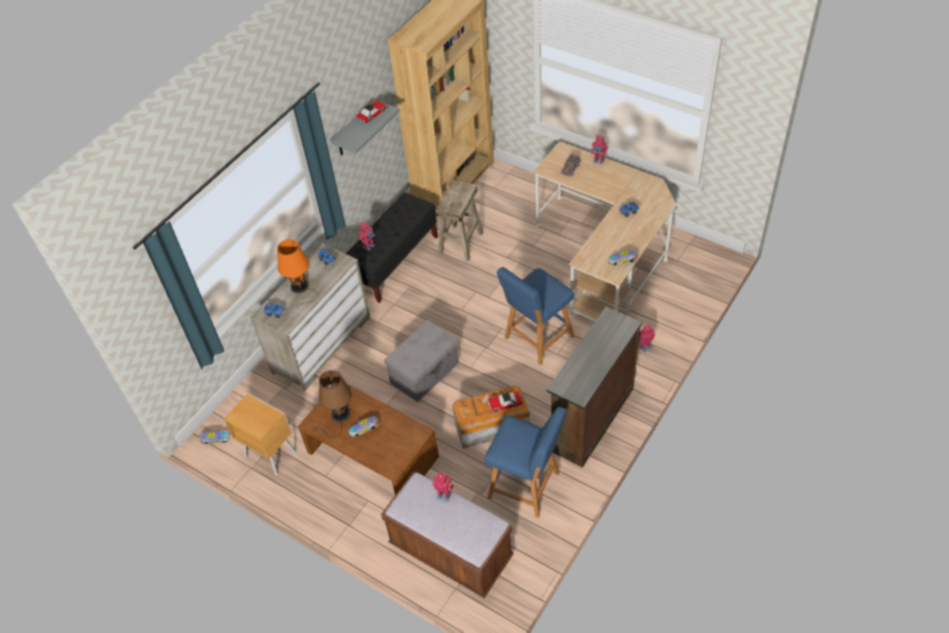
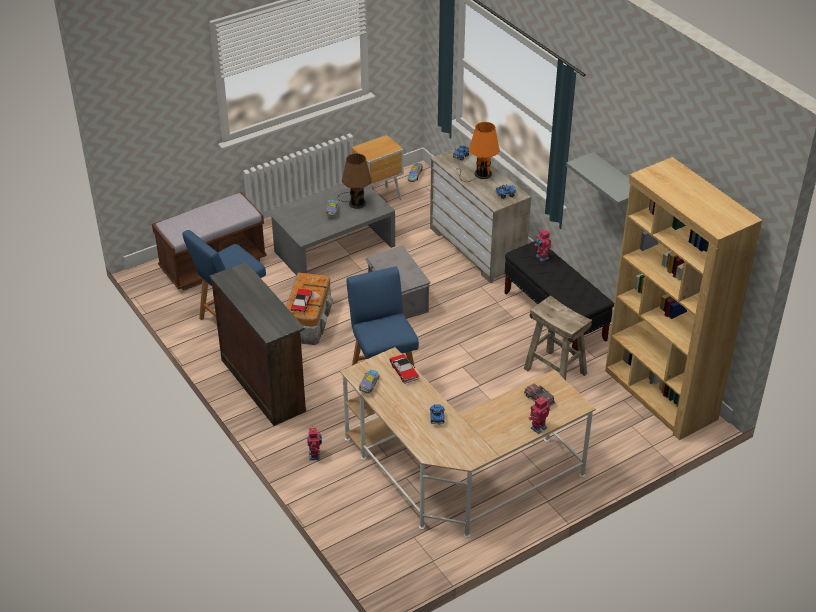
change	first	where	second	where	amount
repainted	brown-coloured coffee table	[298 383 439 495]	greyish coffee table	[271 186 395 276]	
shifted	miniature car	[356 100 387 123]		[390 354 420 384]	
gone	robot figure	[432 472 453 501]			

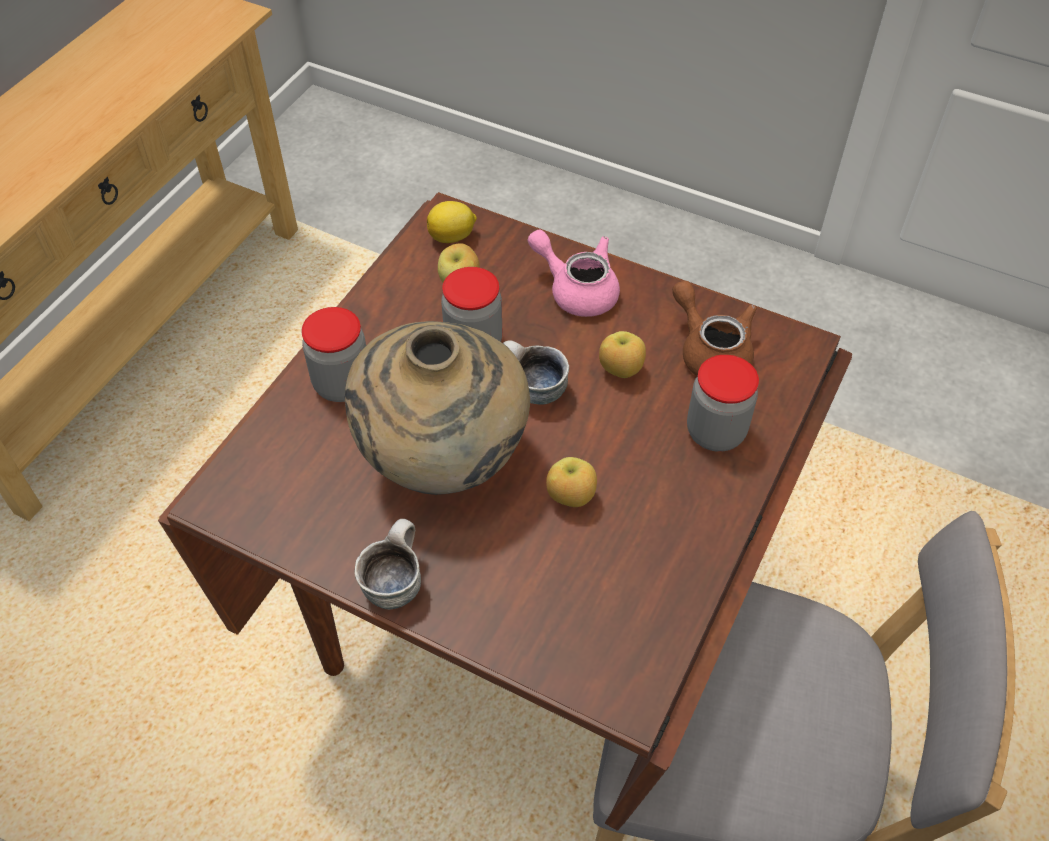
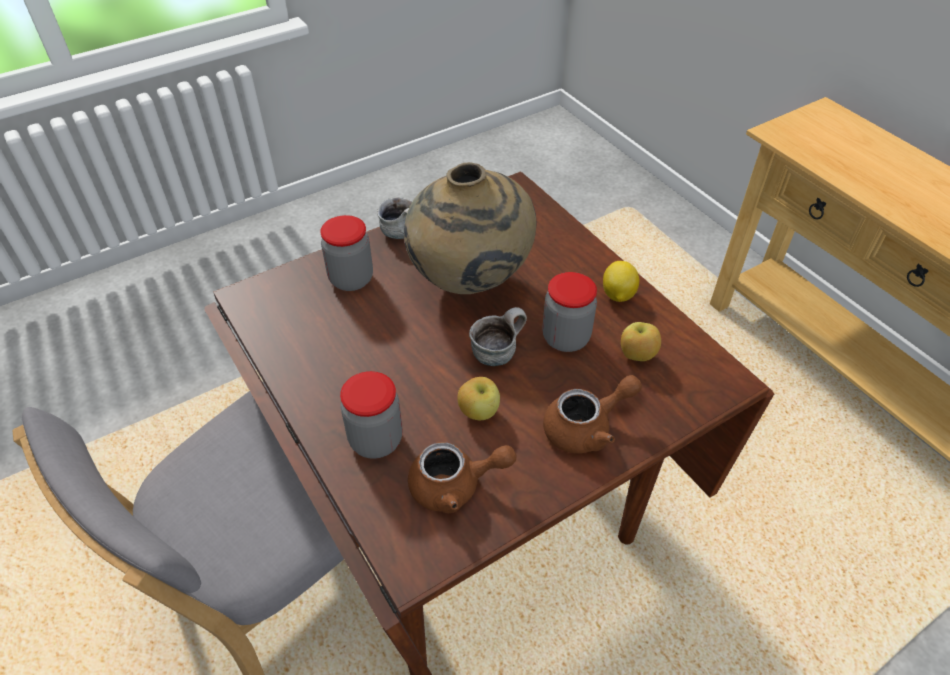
change	first	where	second	where	amount
shifted	preserve jar	[301 307 366 402]		[320 215 373 291]	
repainted	pink-coloured tea pot	[527 229 620 317]	brown-coloured tea pot	[543 375 642 454]	
shifted	citrus fruit	[427 201 477 243]		[603 261 639 302]	
gone	apple fruit	[546 457 597 507]			

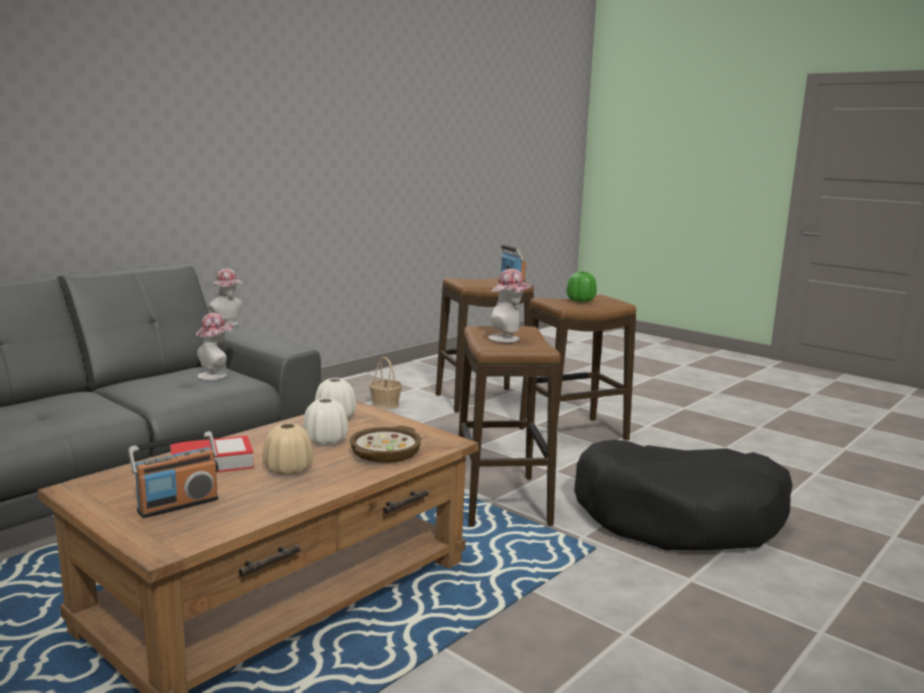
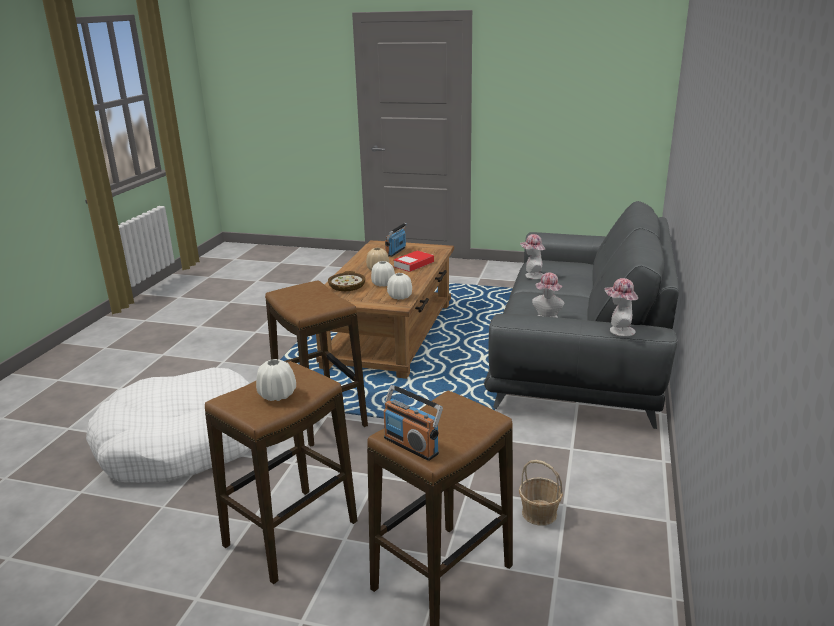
change	first	where	second	where	amount
repainted	blackish pet bed	[574 440 793 550]	white pet bed	[86 368 250 483]	
repainted	greenish flower vase	[567 272 597 302]	white flower vase	[256 359 296 401]	
shifted	wearable hat	[488 269 533 342]		[520 234 545 279]	

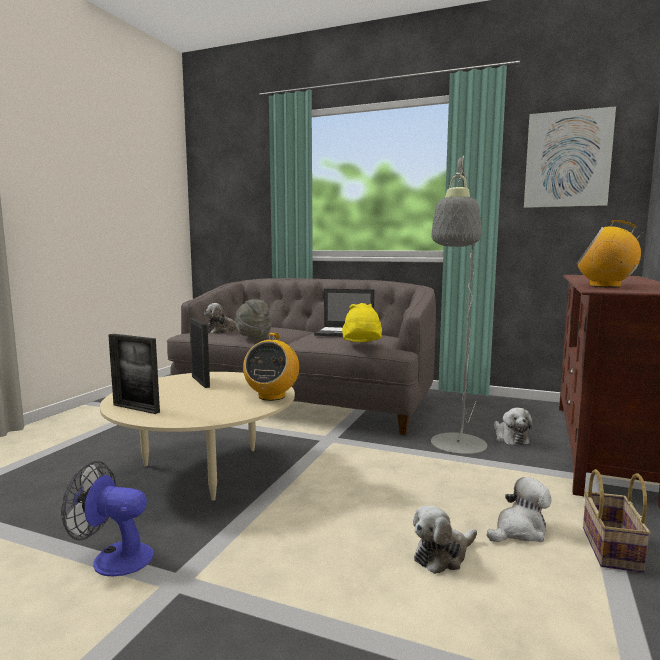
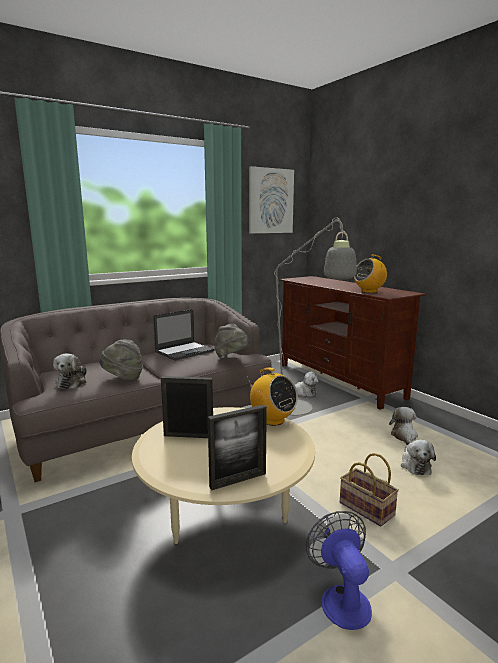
change	first	where	second	where	amount
repainted	yellow wearable hat	[342 303 382 342]	greyish wearable hat	[214 324 250 357]	
rotated	electric fan	[61 461 154 576]		[306 511 372 630]	120 degrees clockwise
shifted	basket	[583 469 651 573]		[340 453 399 527]	

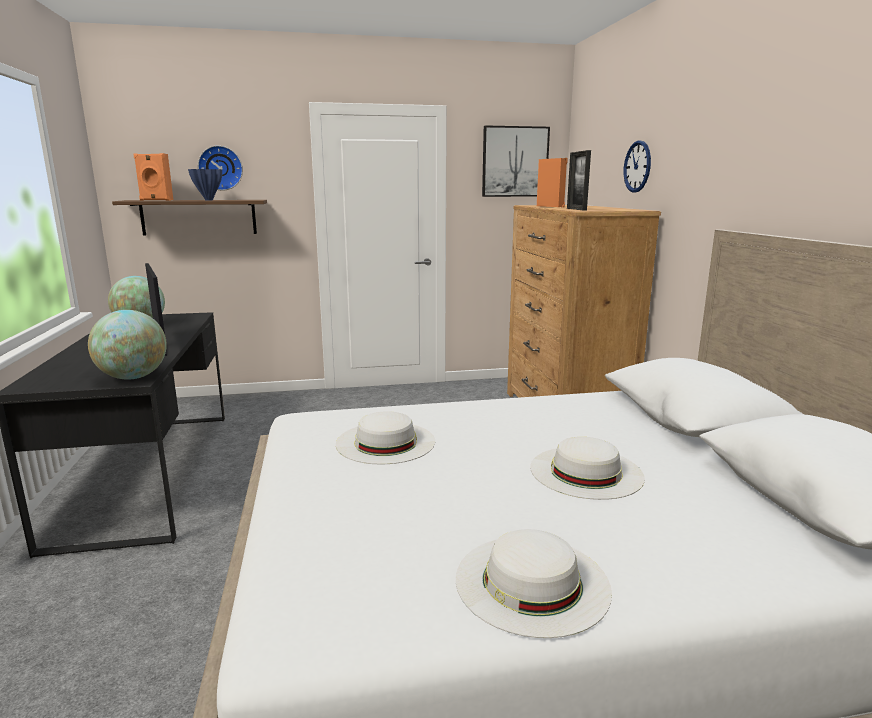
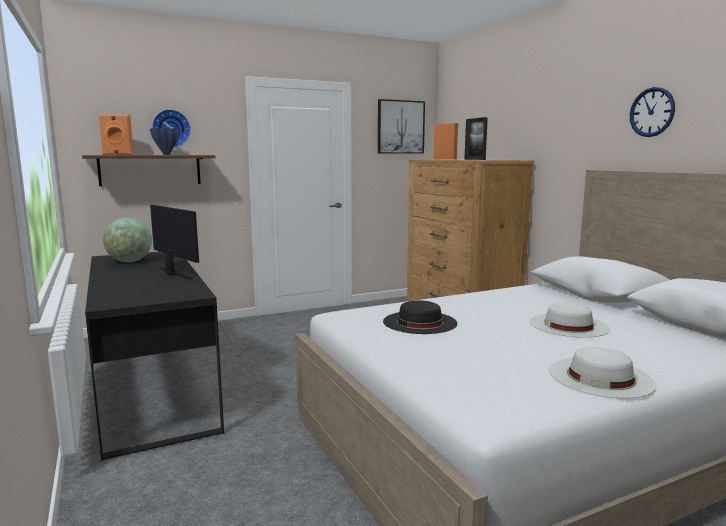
change	first	where	second	where	amount
repainted	white wearable hat	[336 411 435 464]	blackish wearable hat	[383 300 457 334]	
shifted	hanging clock	[624 140 651 193]		[630 87 675 137]	
gone	world globe	[88 310 167 380]			

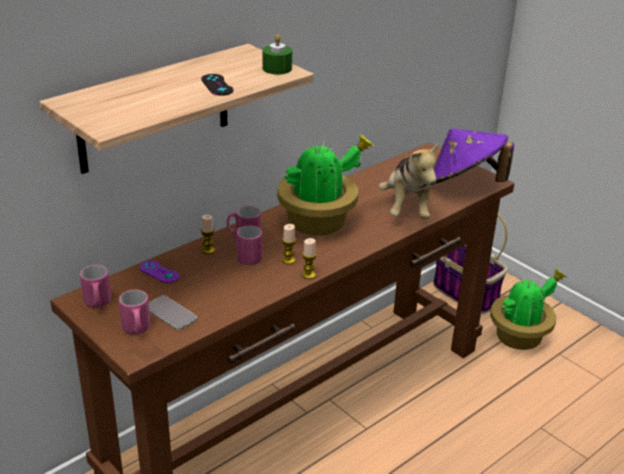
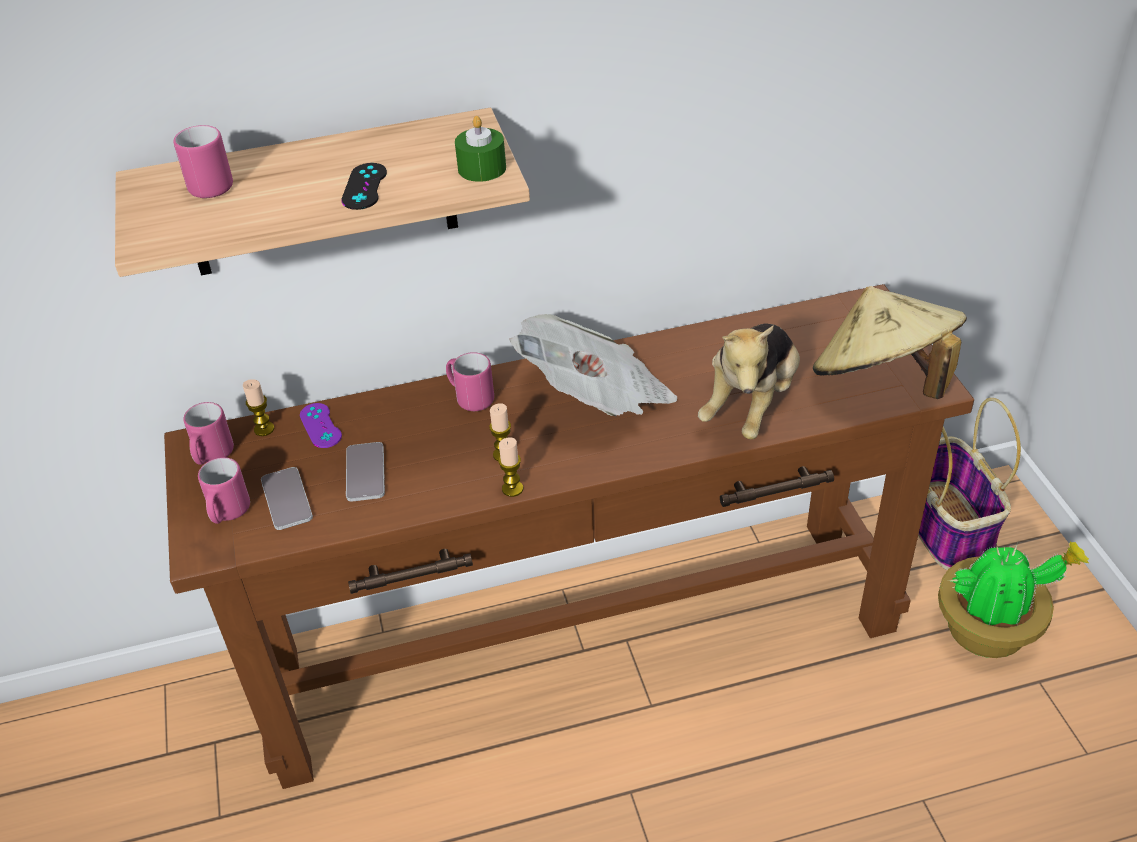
change	first	where	second	where	amount
shifted	pink-coloured coffee mug	[234 225 262 265]		[174 125 233 198]	
shifted	wax candle	[201 215 215 254]		[243 379 274 436]	
new			handset	[346 442 385 502]	
swapped	potted plant	[277 134 374 236]	printed paper	[509 314 677 417]	
repainted	purplish wearable hat	[434 128 514 184]	beige wearable hat	[813 286 967 399]	

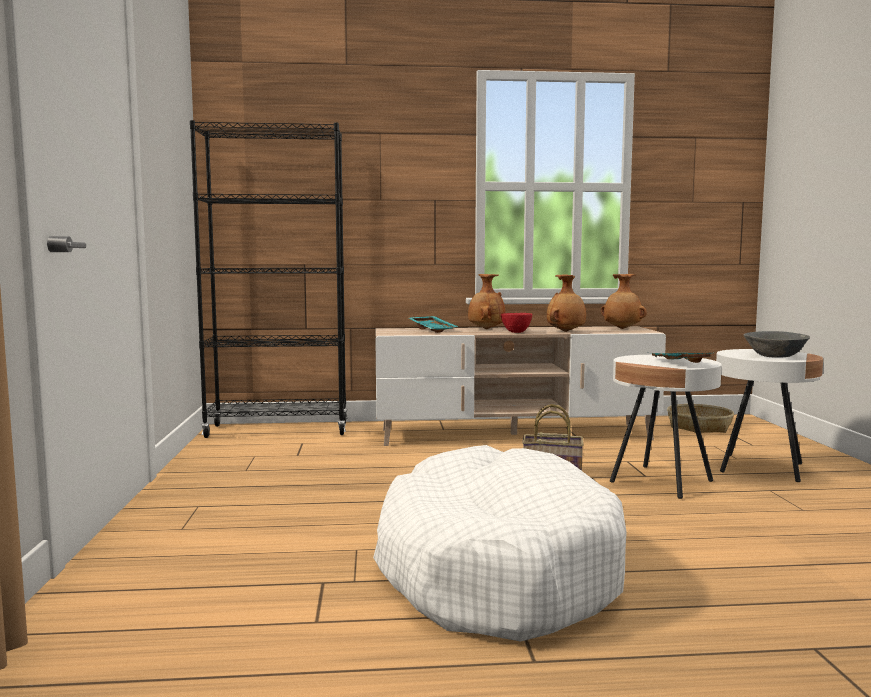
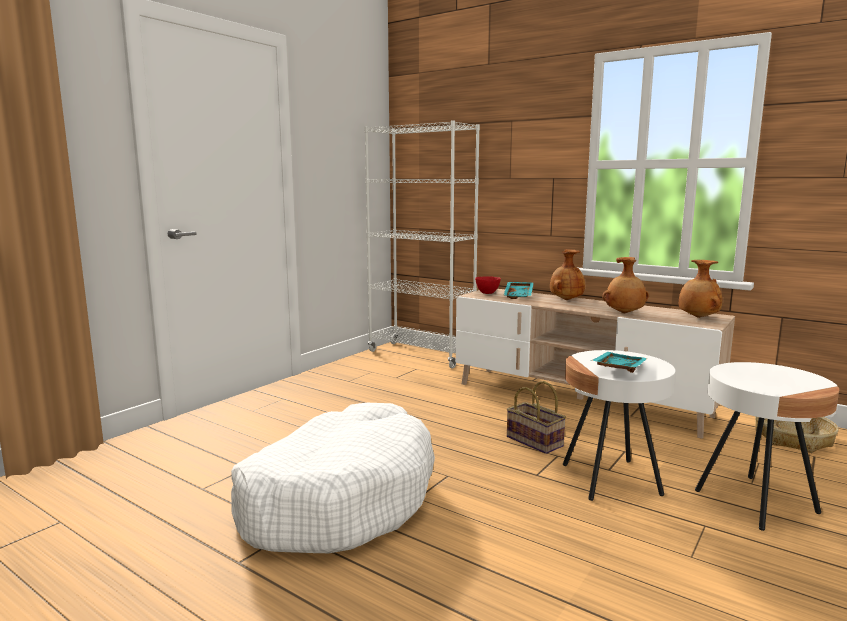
change	first	where	second	where	amount
repainted	blackish shelving unit	[190 120 348 438]	white shelving unit	[364 120 480 369]	
shifted	red-coloured serving bowl	[501 313 532 333]		[475 276 501 294]	
gone	greyish serving bowl	[743 331 810 358]			

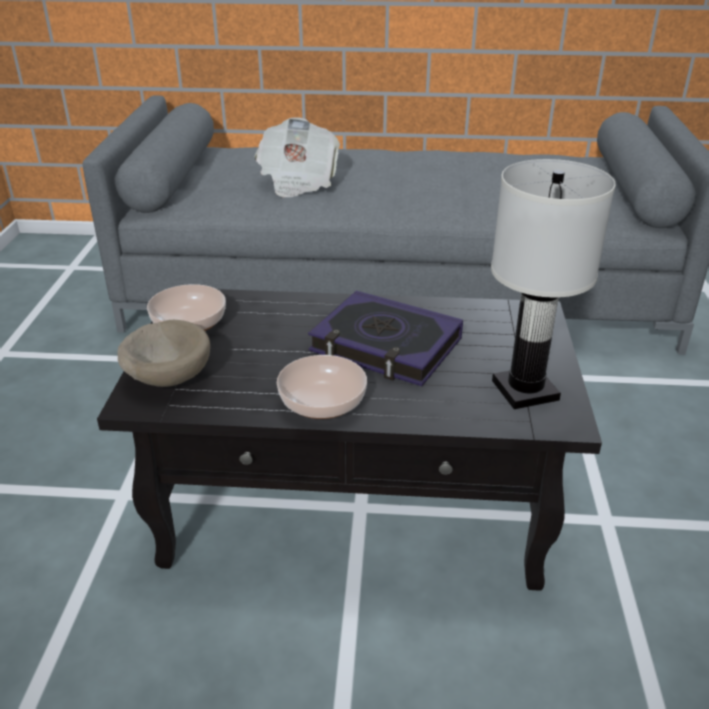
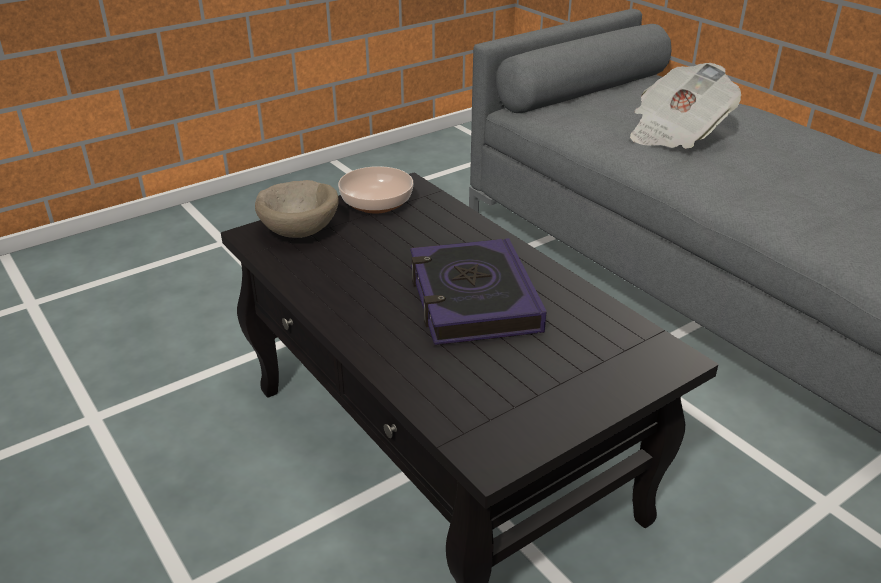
change	first	where	second	where	amount
gone	serving bowl	[277 355 367 419]			
gone	white lamp for a table	[491 159 616 409]			

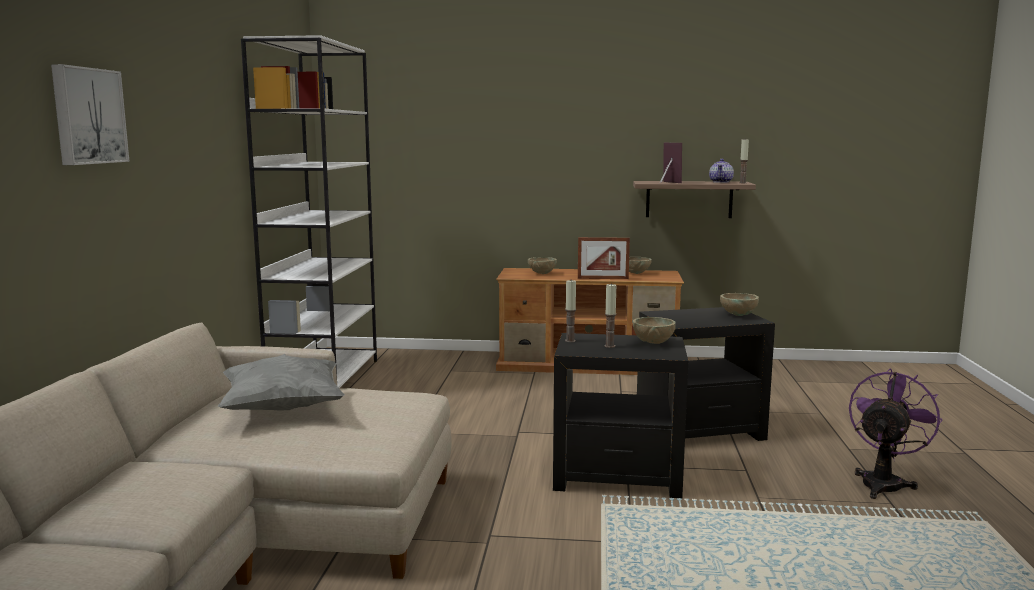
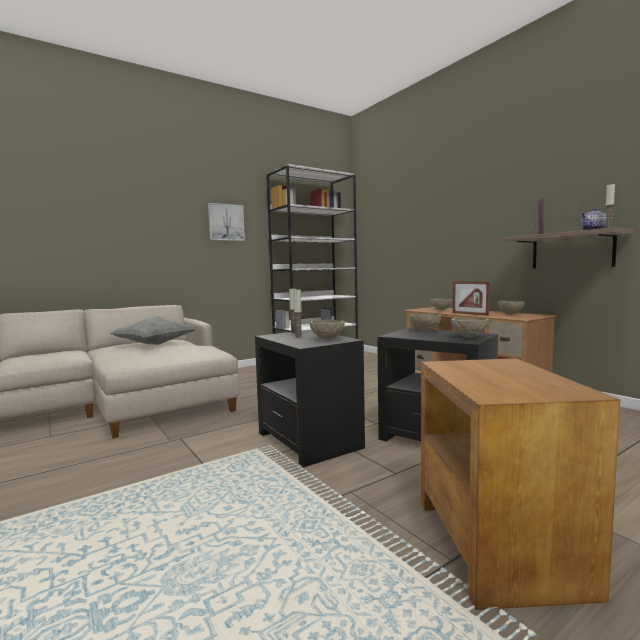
change	first	where	second	where	amount
shifted	picture	[51 64 130 165]		[208 203 245 241]	
new			beige serving bowl	[410 313 441 331]	
swapped	purplish electric fan	[849 369 942 499]	brown-coloured end table	[421 358 620 610]	

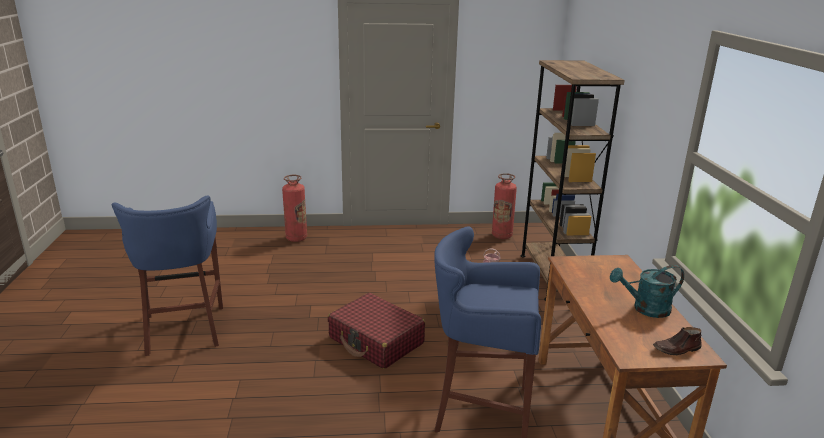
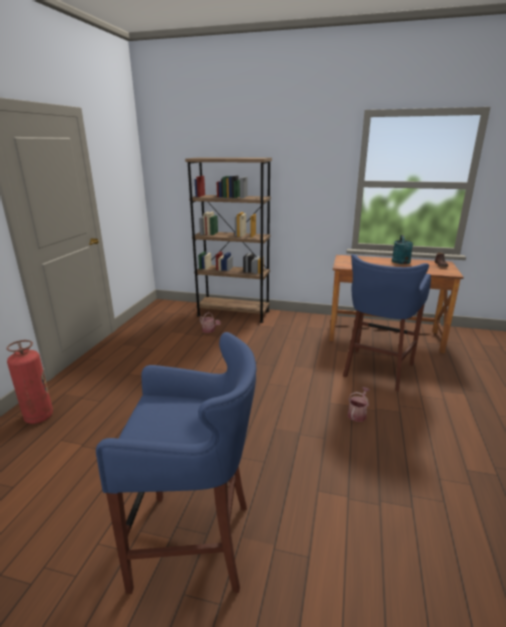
change	first	where	second	where	amount
new			watering pot	[348 387 370 422]	
gone	red-coloured piece of luggage	[328 293 425 369]			
gone	extinguisher	[492 173 517 239]			

